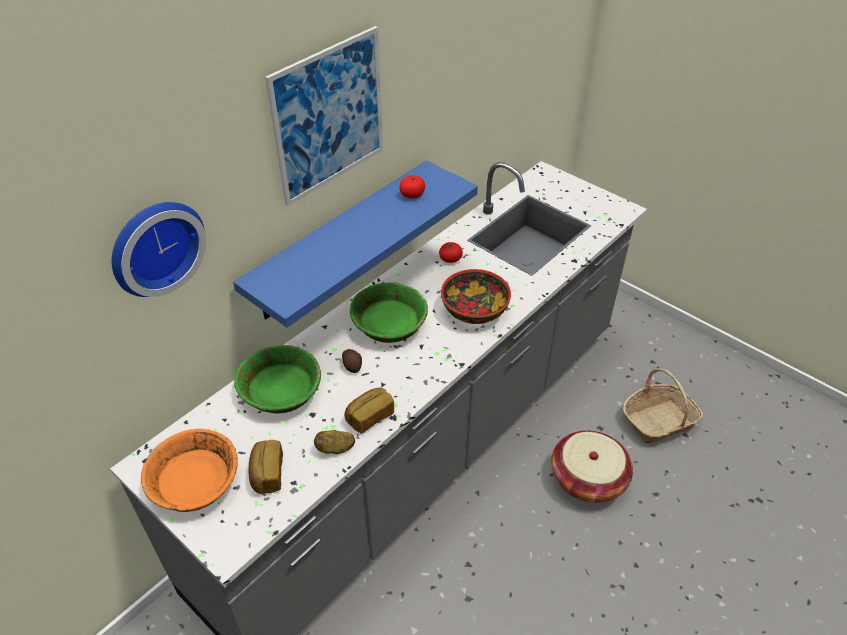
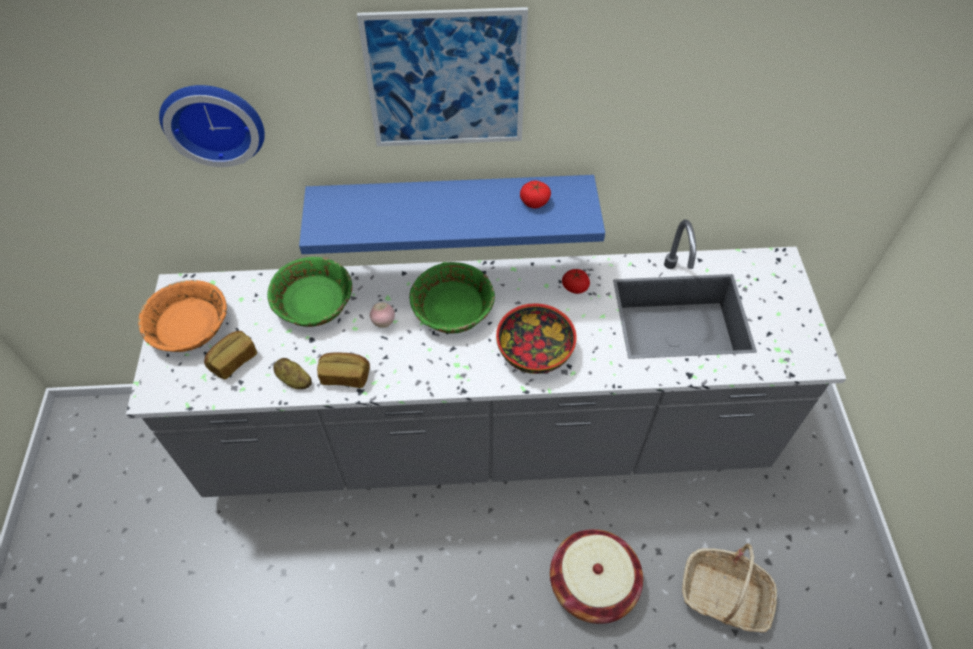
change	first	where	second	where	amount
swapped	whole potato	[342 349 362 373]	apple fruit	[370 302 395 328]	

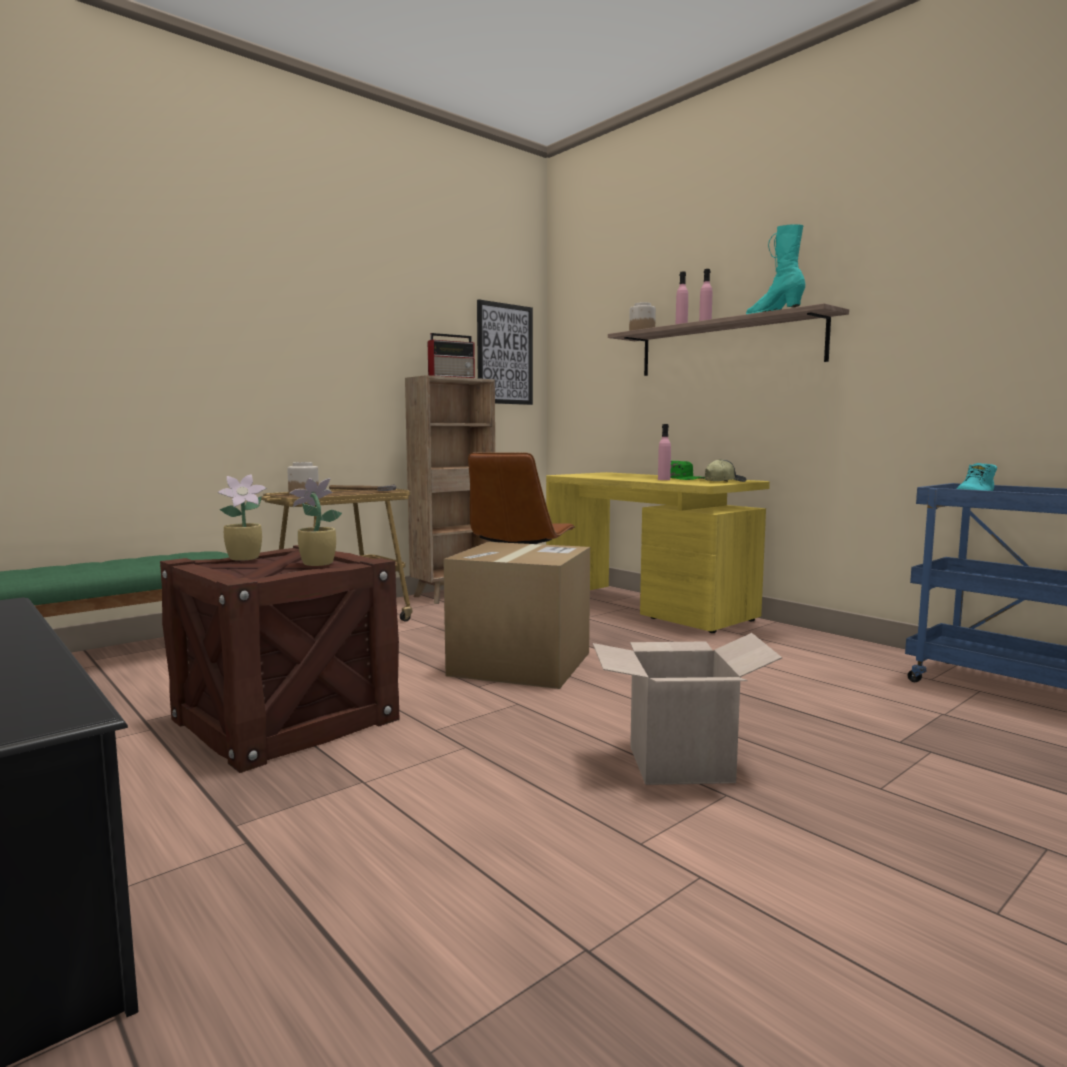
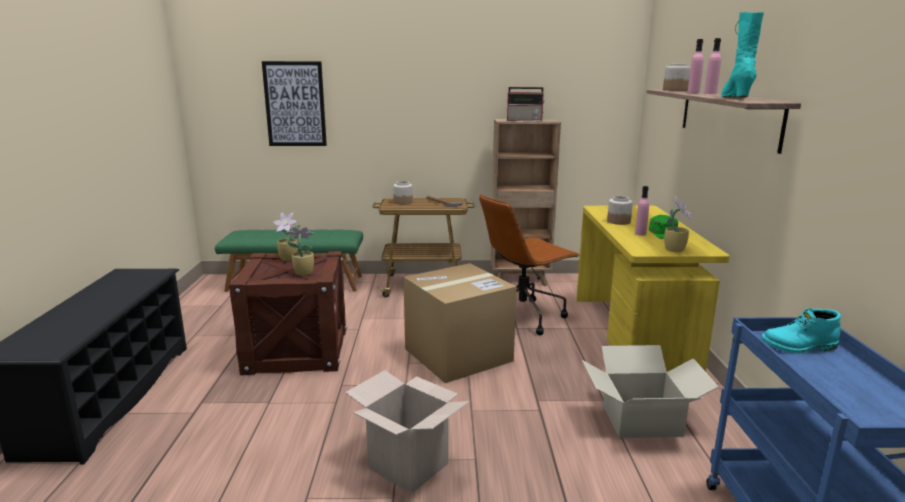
change	first	where	second	where	amount
shifted	picture	[477 299 533 405]		[262 61 327 146]	
new			packing box	[582 345 719 438]	
new			preserve jar	[607 196 633 225]	
swapped	baseball cap	[705 459 746 482]	potted plant	[664 196 692 252]	

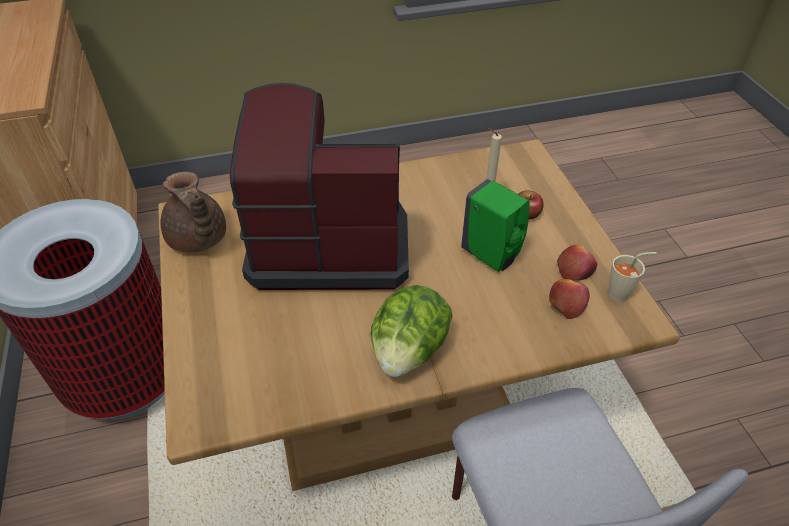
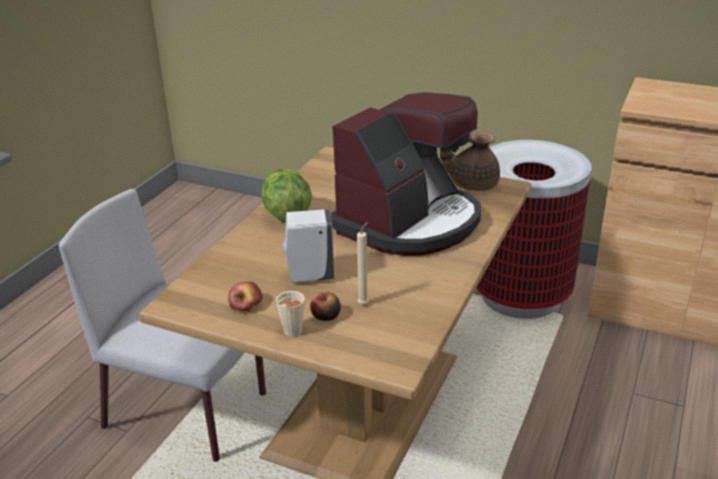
change	first	where	second	where	amount
shifted	beige small cup	[608 252 657 302]		[276 291 305 337]	
repainted	greenish soap dispenser	[461 179 530 272]	white soap dispenser	[282 209 334 283]	
gone	apple fruit	[549 279 590 319]			

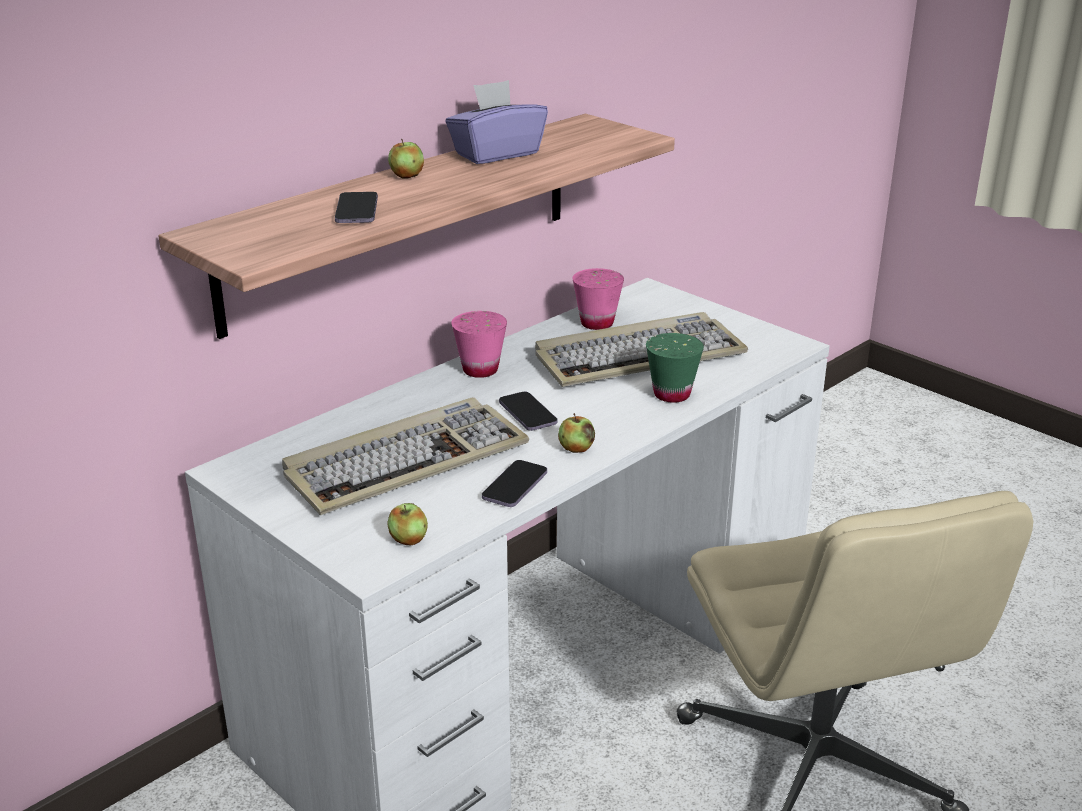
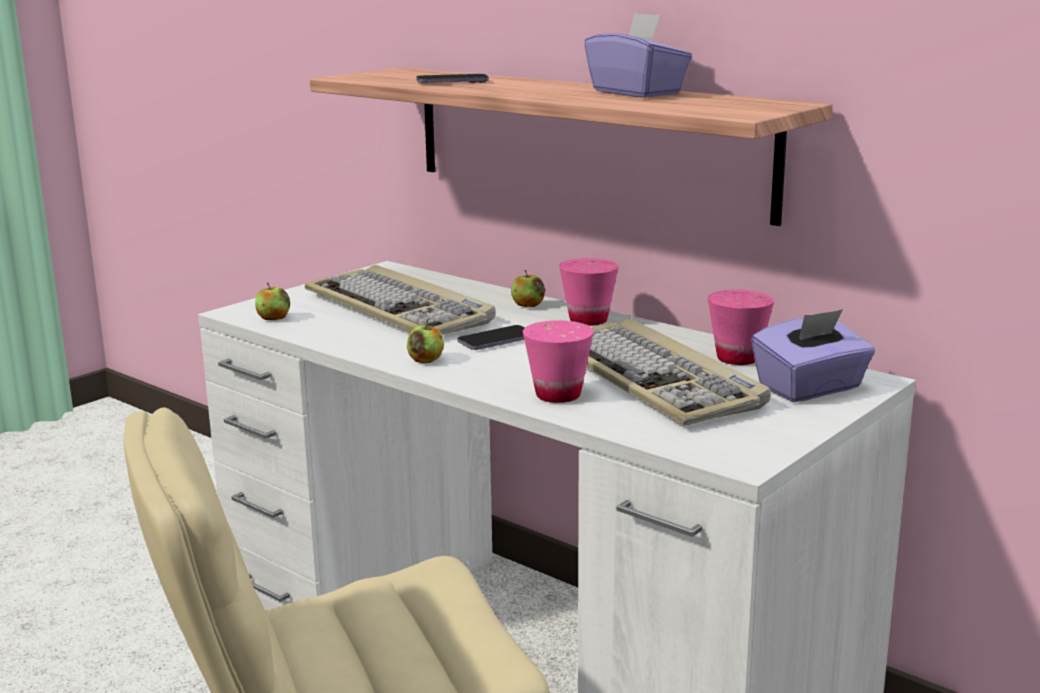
change	first	where	second	where	amount
shifted	apple fruit	[388 139 424 179]		[511 270 545 307]	
repainted	greenish small cup	[646 333 704 403]	pink-coloured small cup	[523 320 594 403]	
new			purplish box of tissues	[751 309 875 402]	
gone	handset	[482 460 547 507]			

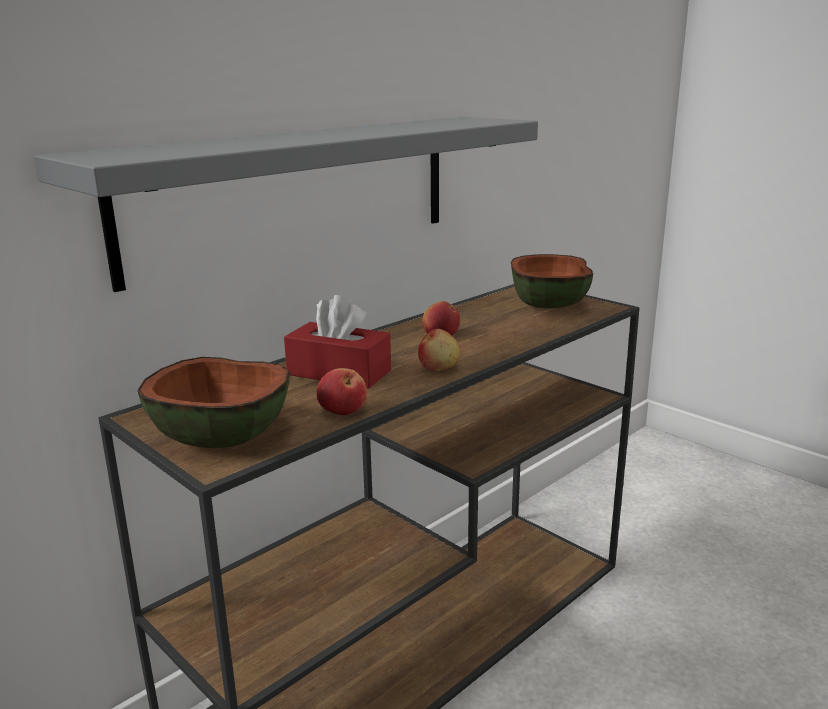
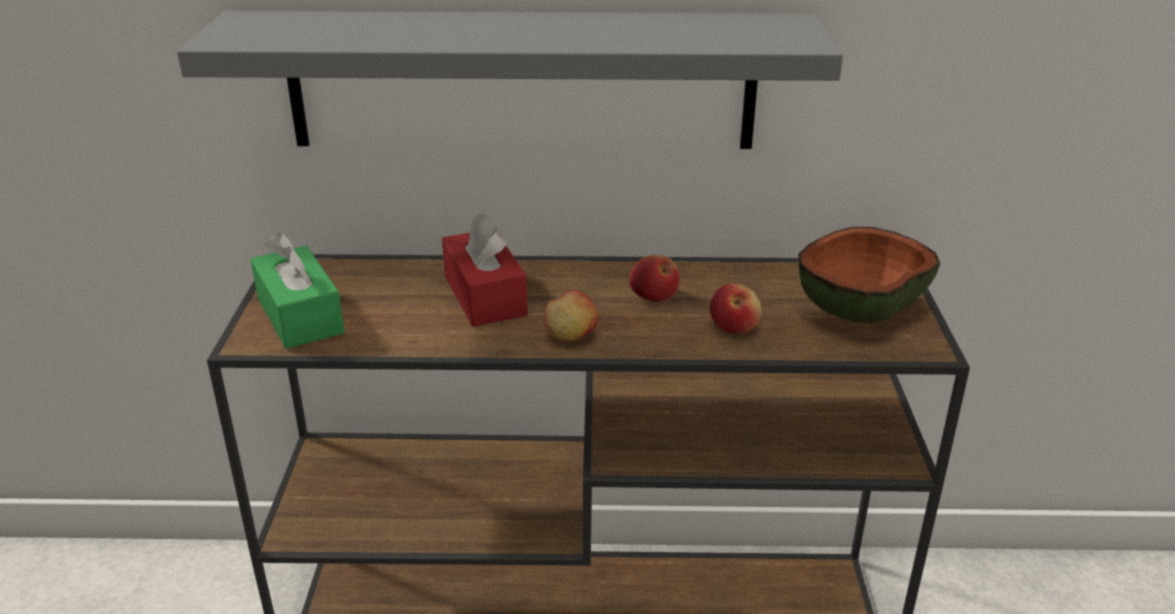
change	first	where	second	where	amount
swapped	serving bowl	[137 357 290 448]	greenish box of tissues	[250 232 345 349]	
shifted	apple fruit	[316 368 367 415]		[710 283 762 334]	

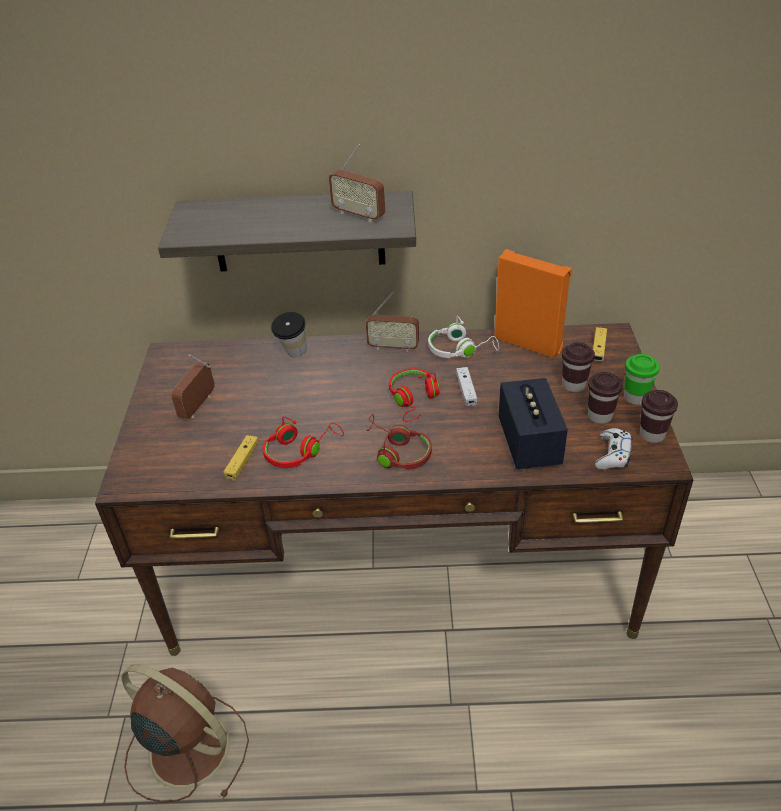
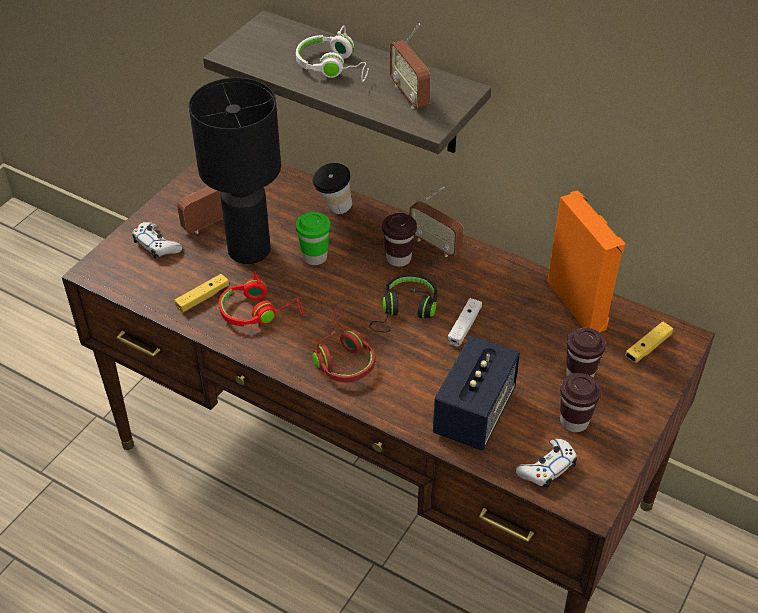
change	first	where	second	where	amount
new			white gamepad	[132 222 182 259]	
new			blackish lamp for a table	[189 78 281 264]	
shifted	white headphones	[428 316 499 358]		[296 25 369 82]	
shifted	greenish small cup	[624 354 660 405]		[296 212 331 265]	
repainted	red-coloured headphones	[389 368 440 422]	blackish headphones	[369 275 437 332]	
shifted	brown-coloured small cup	[640 390 678 443]		[382 213 417 267]	
gone	brown-coloured electric fan	[121 664 249 803]			

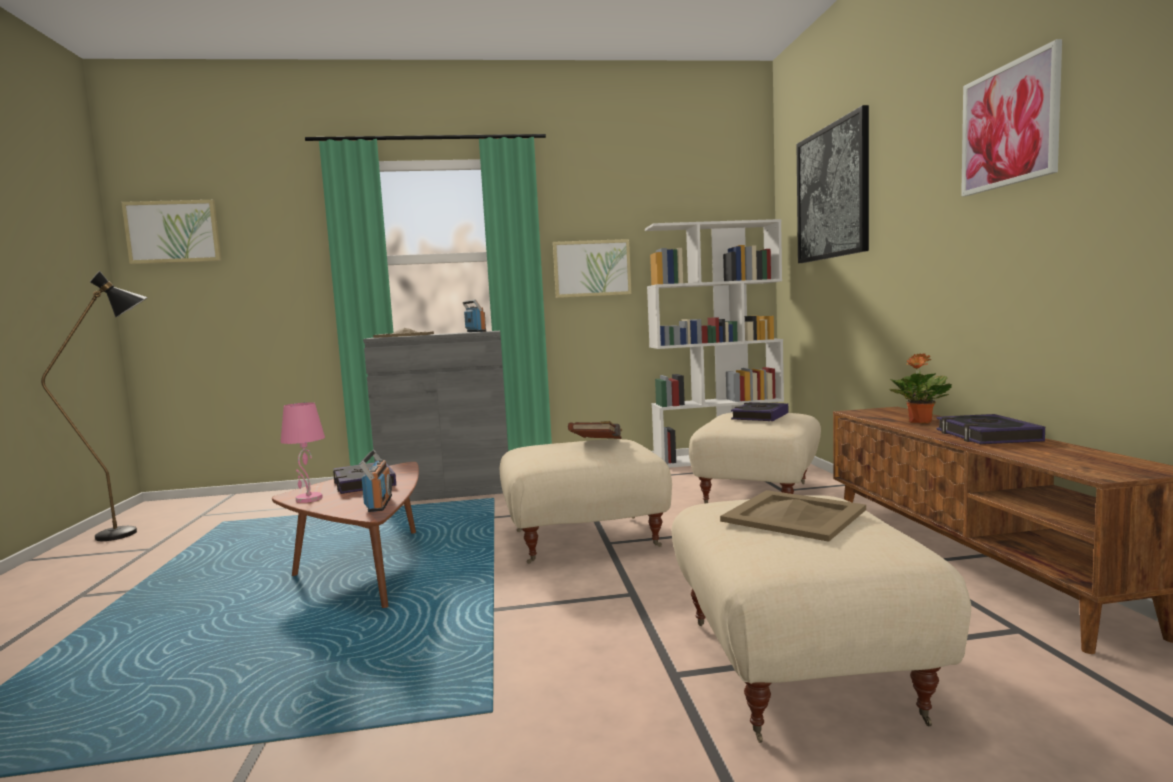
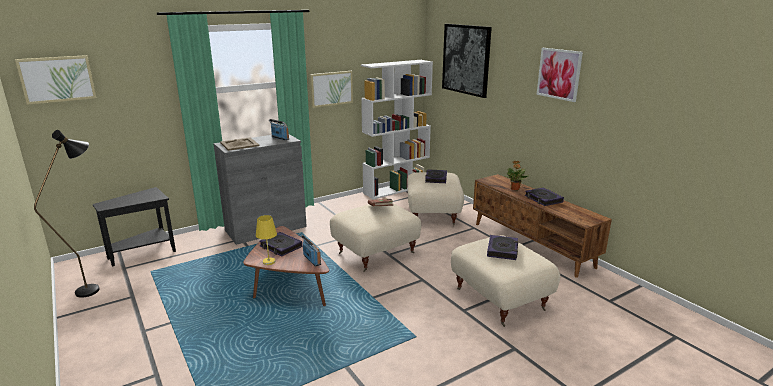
change	first	where	second	where	amount
new			blackish end table	[93 187 176 267]	
repainted	pink-coloured lamp for a table	[281 402 325 503]	yellow lamp for a table	[256 215 277 265]	
swapped	beige tray	[720 490 866 542]	bound book	[487 235 518 260]	

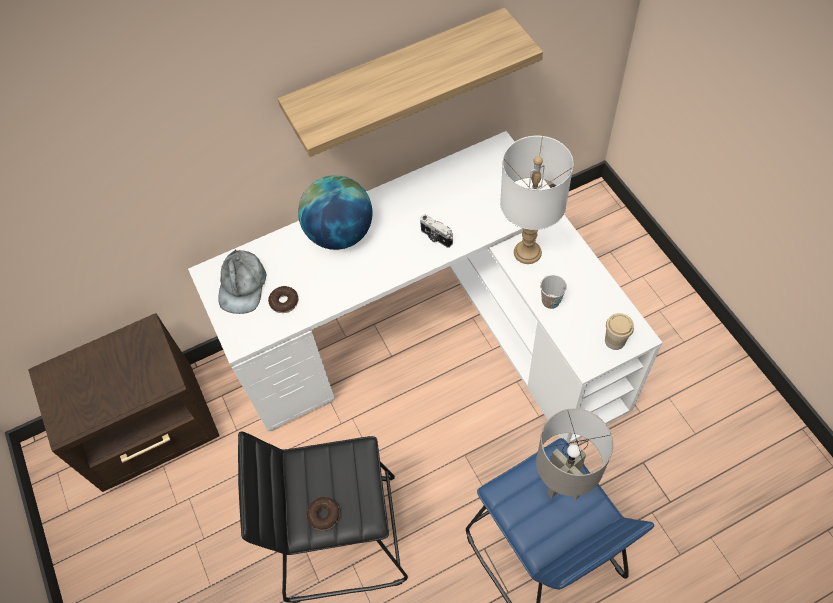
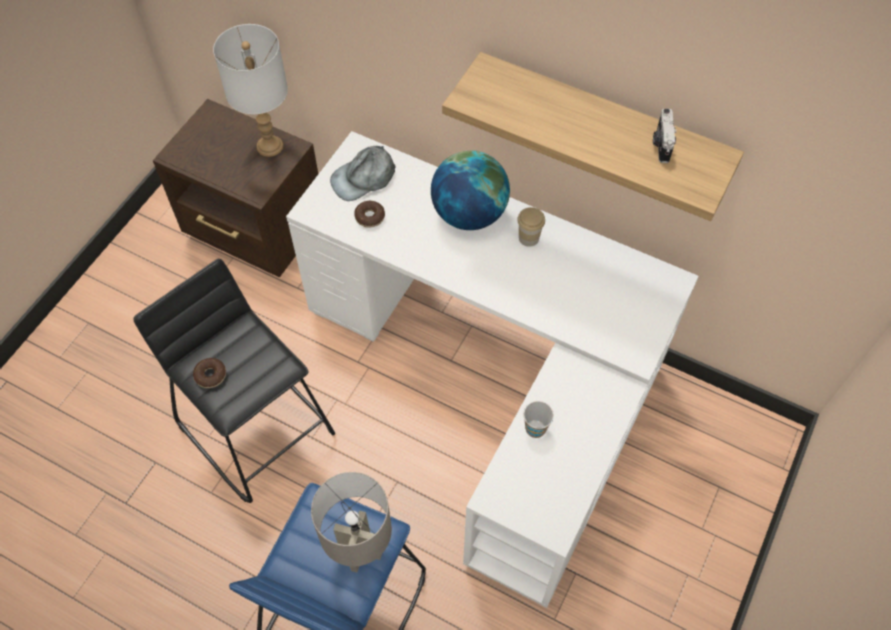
change	first	where	second	where	amount
shifted	white lamp for a table	[500 136 573 264]		[213 24 288 157]	
shifted	small cup	[605 313 634 350]		[517 207 545 247]	
shifted	still camera	[420 214 453 248]		[653 109 676 163]	

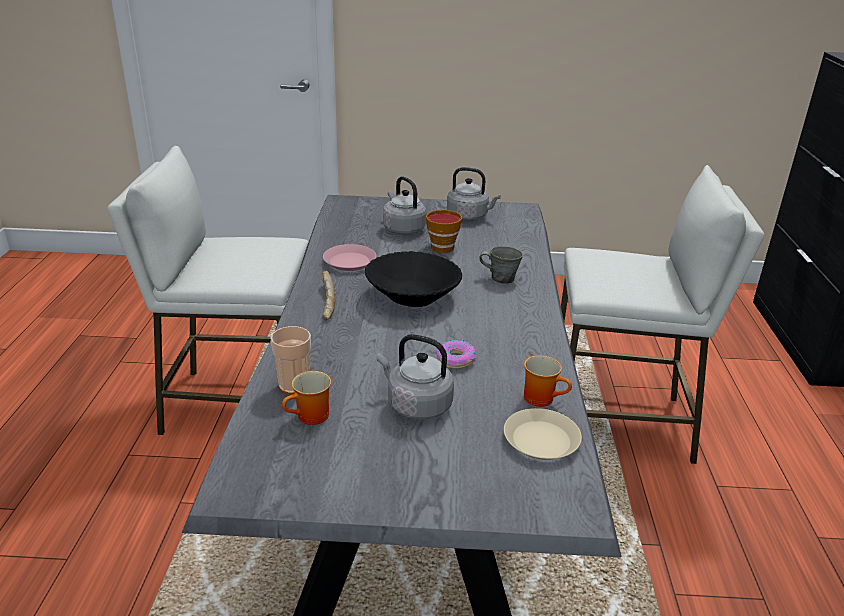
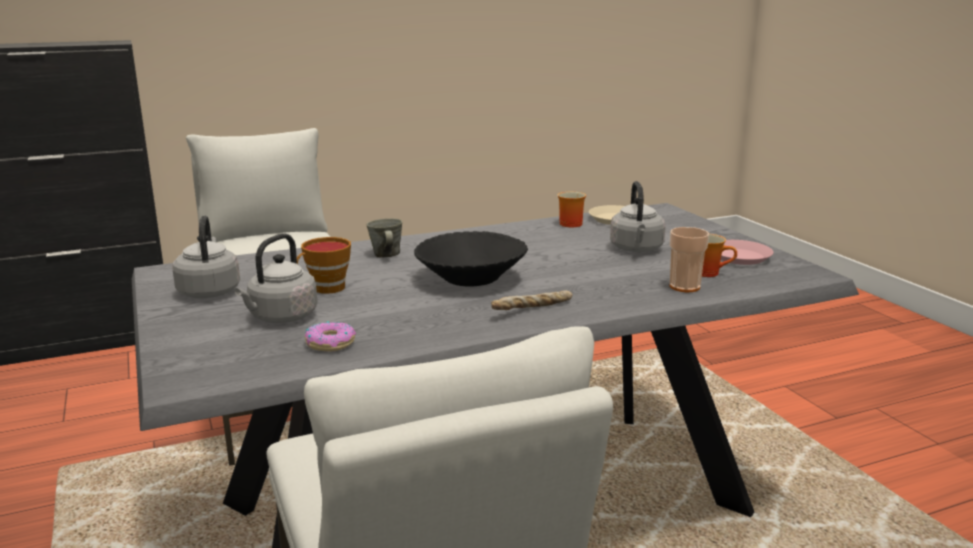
change	first	where	second	where	amount
shifted	doughnut	[435 340 476 369]		[305 322 356 352]	
shifted	pink-coloured flat dish	[323 244 376 271]		[721 240 773 265]	

